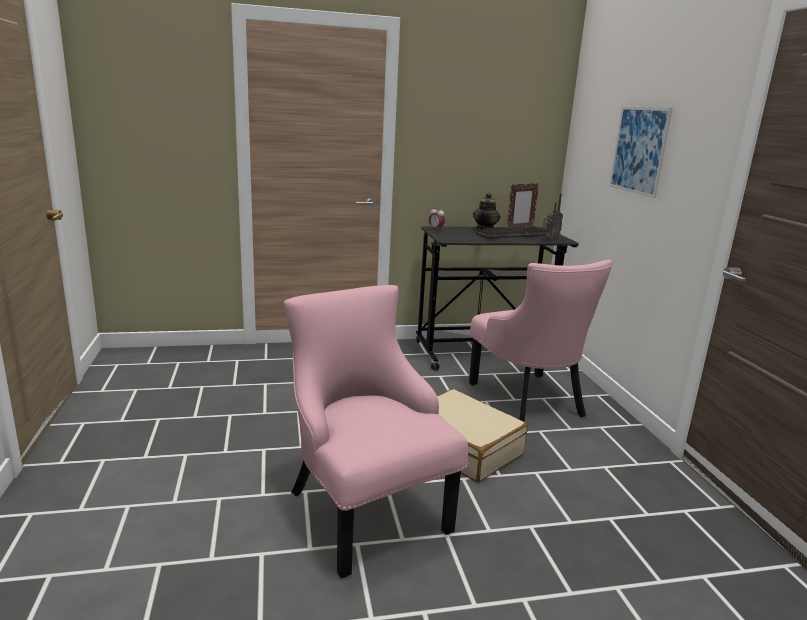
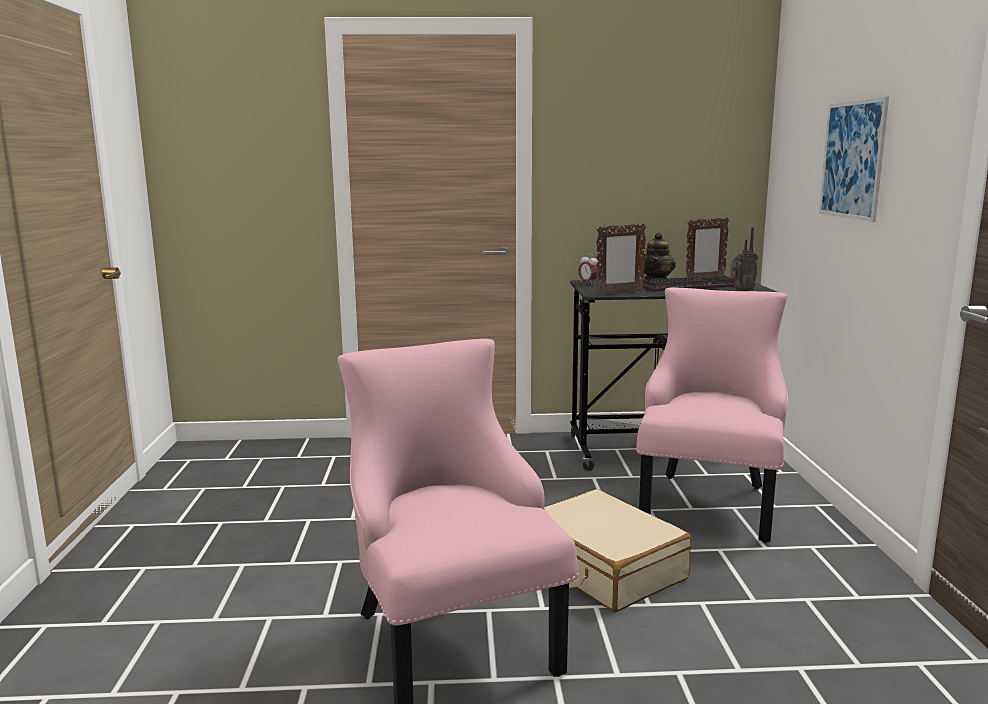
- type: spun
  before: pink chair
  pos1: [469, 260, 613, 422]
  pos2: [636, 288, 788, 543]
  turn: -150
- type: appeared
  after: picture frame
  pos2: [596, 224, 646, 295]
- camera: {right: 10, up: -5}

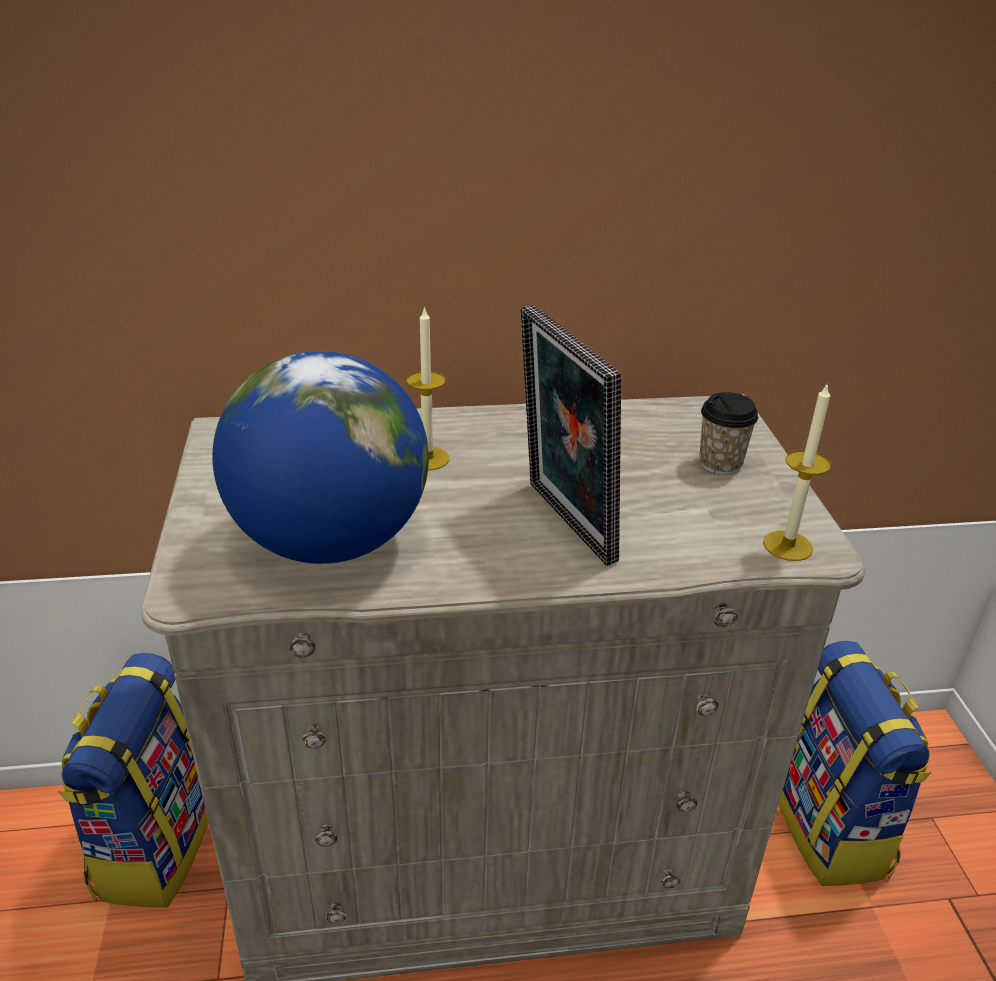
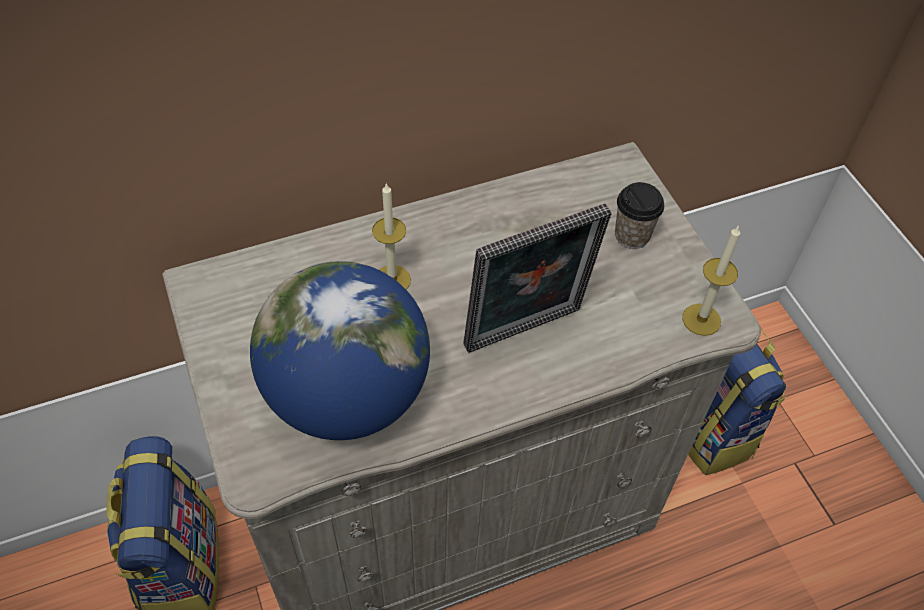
- type: spun
  before: picture frame
  pos1: [521, 305, 621, 566]
  pos2: [464, 203, 612, 353]
  turn: -75
- camera: {right: -15, up: 20}

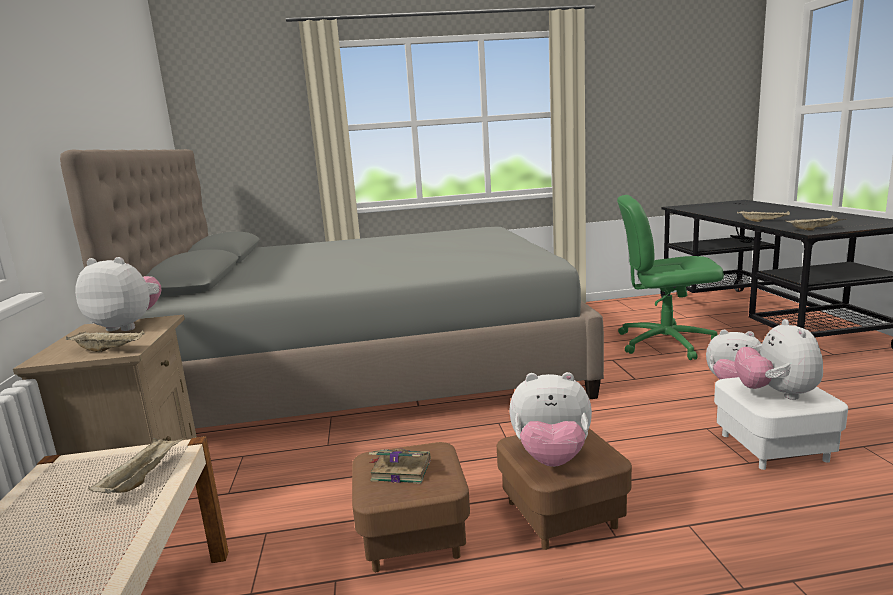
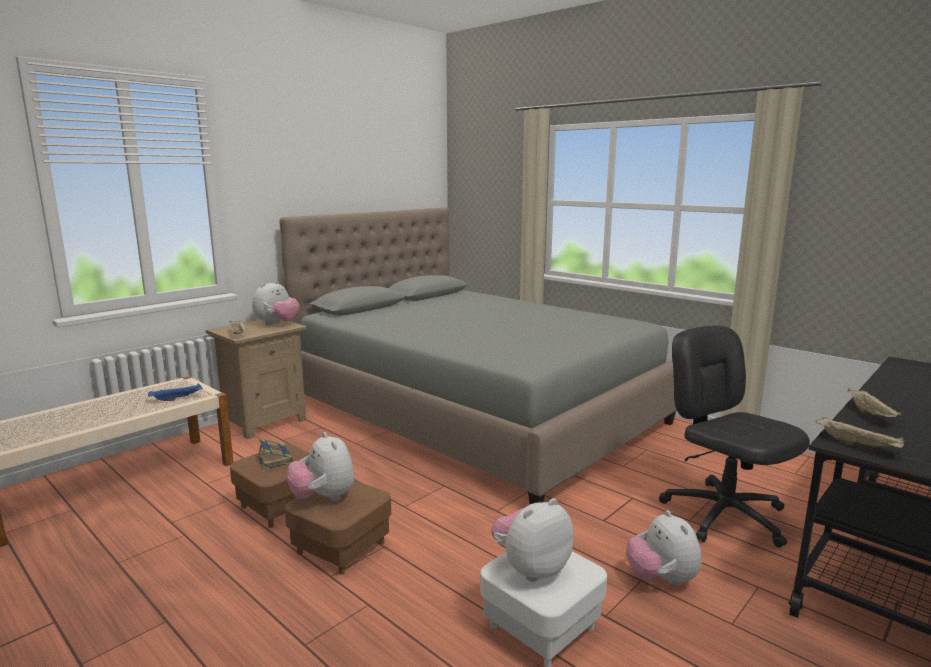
- type: spun
  before: plush toy
  pos1: [75, 257, 161, 331]
  pos2: [252, 280, 300, 325]
  turn: 60
- type: colour
  before: beige tray
  after: blue tray
  pos1: [88, 438, 183, 493]
  pos2: [148, 383, 203, 401]
- type: colour
  before: green office chair
  after: black office chair
  pos1: [617, 195, 724, 360]
  pos2: [659, 326, 810, 548]
- camera: {right: 50, up: 0}

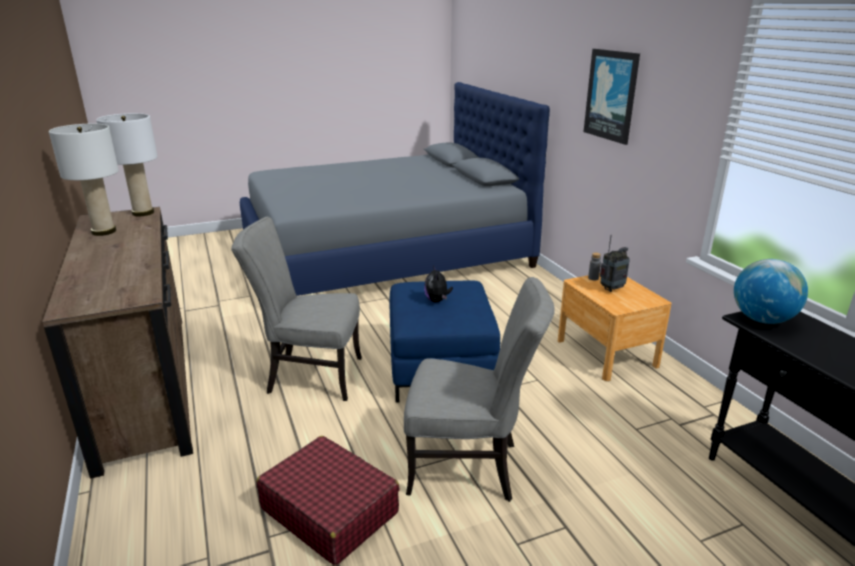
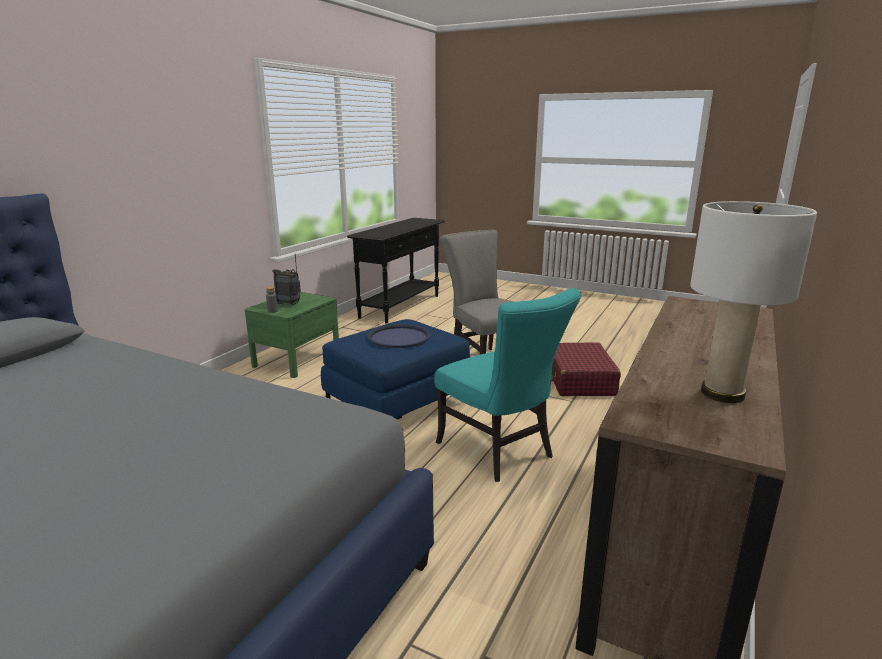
- type: missing
  before: white table lamp
  pos1: [96, 113, 158, 216]
- type: colour
  before: grey chair
  after: turquoise chair
  pos1: [231, 217, 362, 401]
  pos2: [434, 288, 582, 482]
- type: exchanged
  before: plush toy
  after: blue tray
  pos1: [424, 265, 453, 303]
  pos2: [368, 324, 431, 348]
- type: colour
  before: brown nightstand
  after: green nightstand
  pos1: [558, 273, 672, 381]
  pos2: [245, 292, 339, 378]
- type: missing
  before: picture
  pos1: [584, 49, 640, 145]
- type: missing
  before: globe
  pos1: [734, 259, 808, 324]
- camera: {right: -130, up: -5}

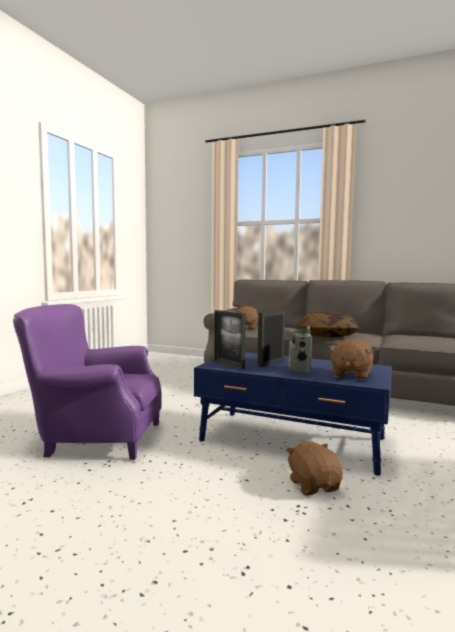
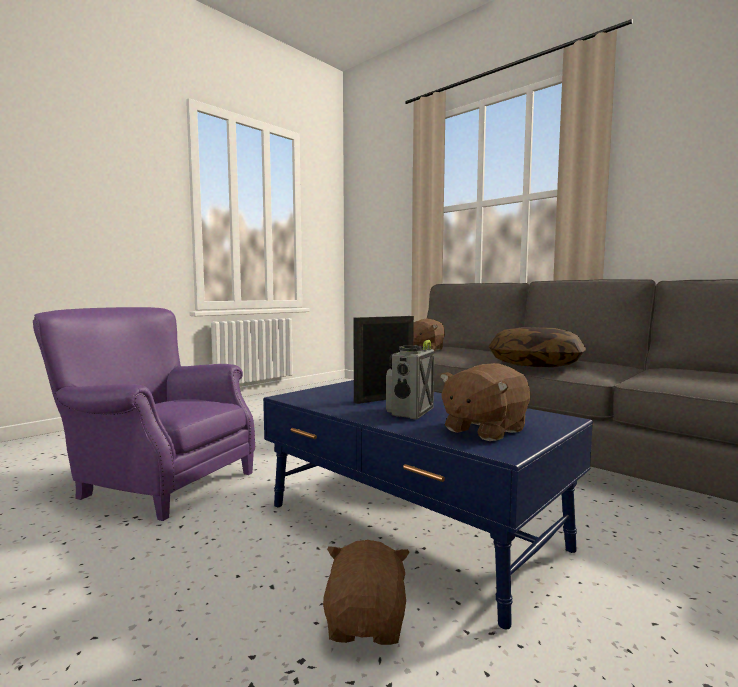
- type: missing
  before: picture frame
  pos1: [214, 310, 246, 369]
- camera: {right: 20, up: 0}

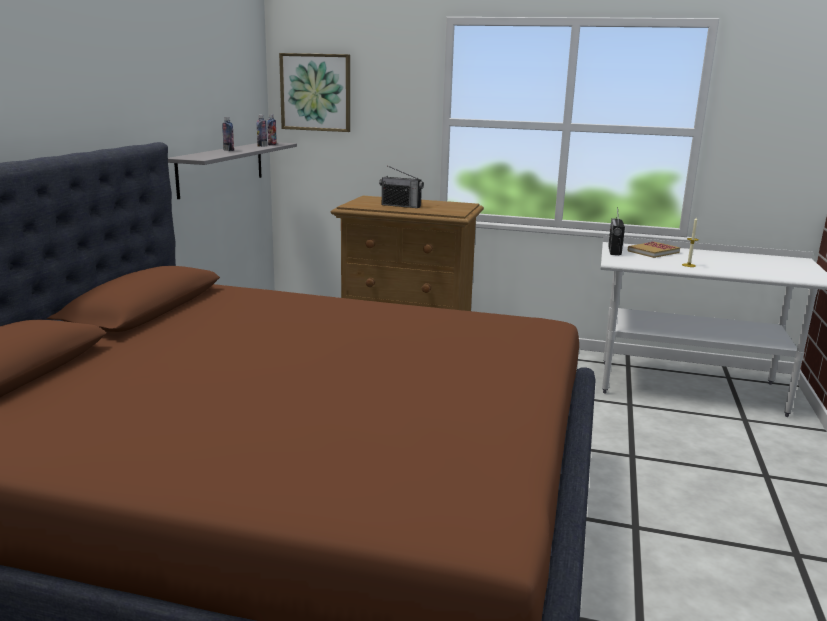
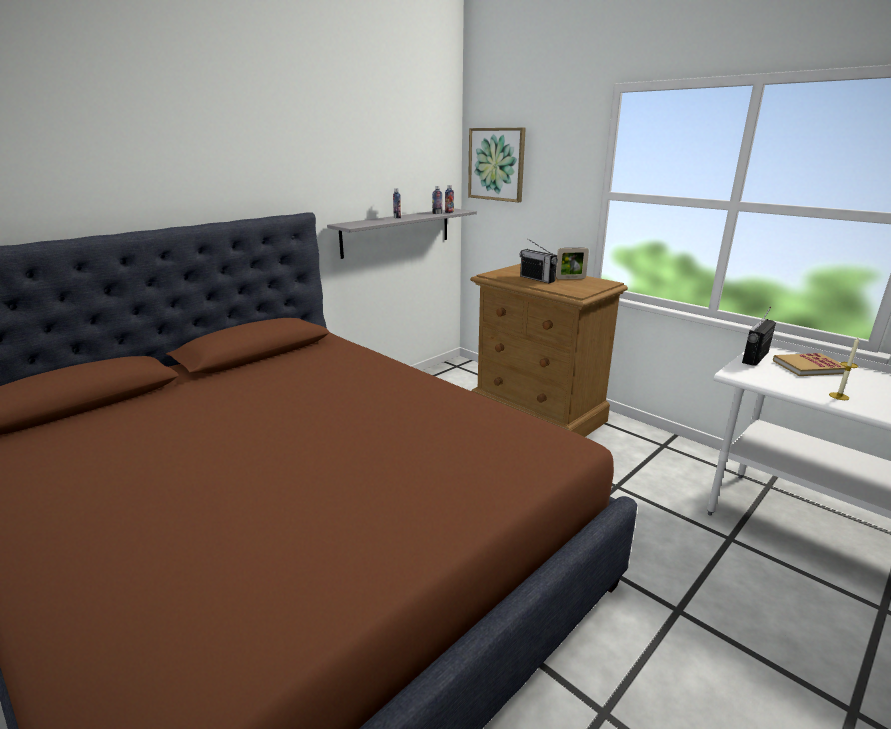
- type: appeared
  after: picture frame
  pos2: [556, 247, 589, 279]
- camera: {right: 30, up: 5}

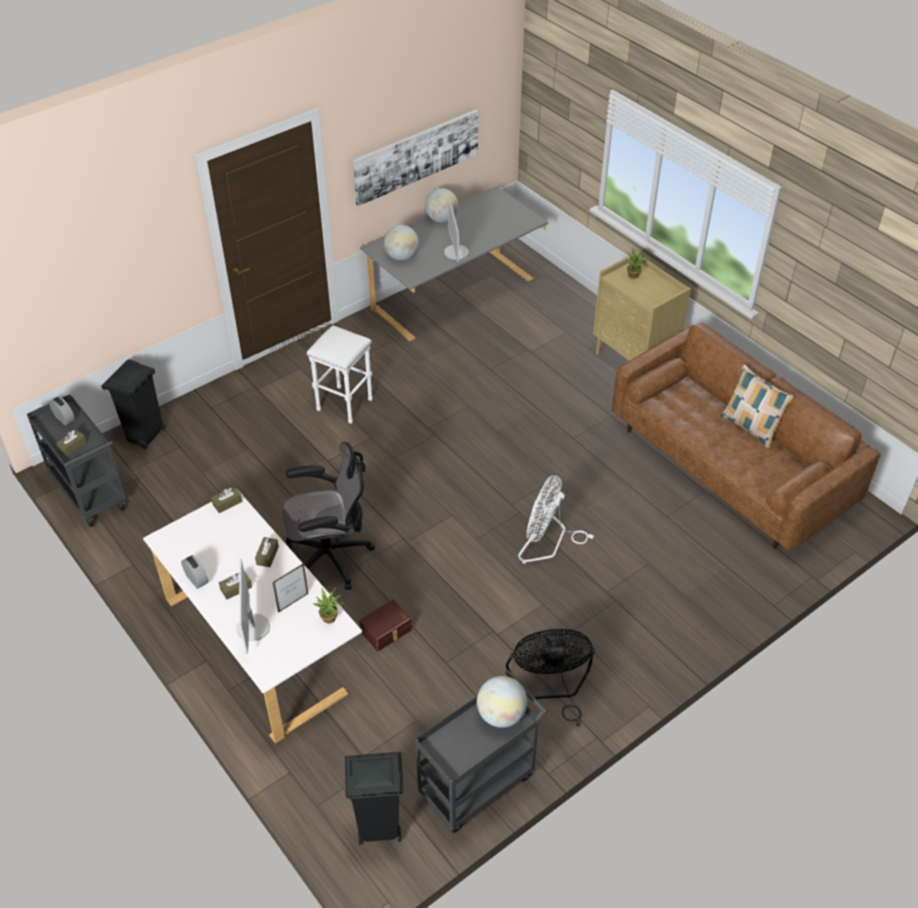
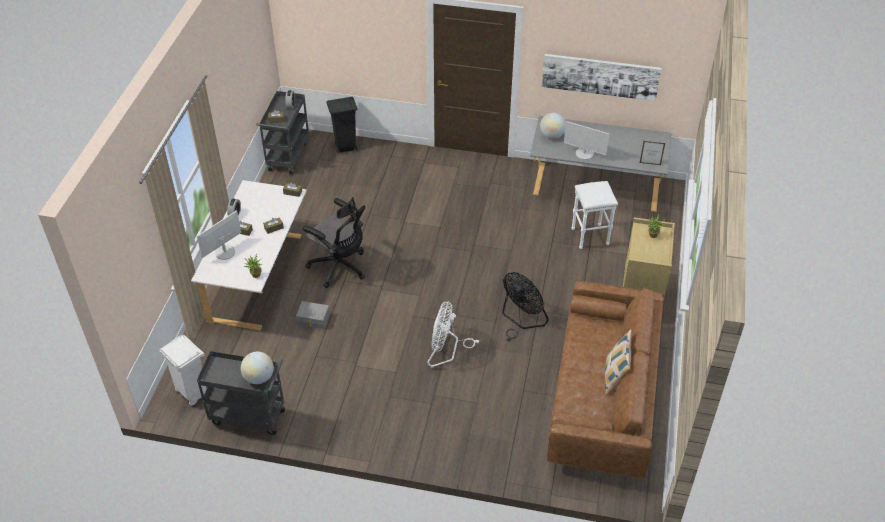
- type: relocated
  before: picture frame
  pos1: [273, 563, 309, 613]
  pos2: [640, 141, 665, 165]
- type: relocated
  before: white stool
  pos1: [307, 326, 373, 424]
  pos2: [571, 181, 618, 249]
- type: colour
  before: black trash can
  after: white trash can
  pos1: [345, 752, 404, 845]
  pos2: [159, 335, 207, 405]
- type: colour
  before: brown storage box
  after: grey storage box
  pos1: [359, 599, 412, 651]
  pos2: [296, 301, 330, 329]
- type: missing
  before: globe
  pos1: [425, 188, 458, 223]
- type: spun
  before: monitor
  pos1: [444, 198, 469, 262]
  pos2: [564, 121, 609, 160]
  turn: -105
- type: relocated
  before: black fan
  pos1: [506, 629, 596, 726]
  pos2: [502, 272, 549, 341]
- type: spun
  before: white fan
  pos1: [518, 475, 595, 564]
  pos2: [428, 301, 480, 368]
  turn: -60
- camera: {right: 50, up: 0}

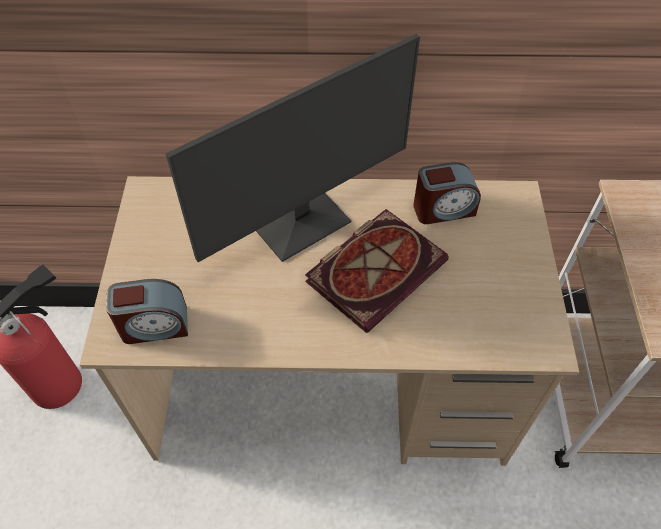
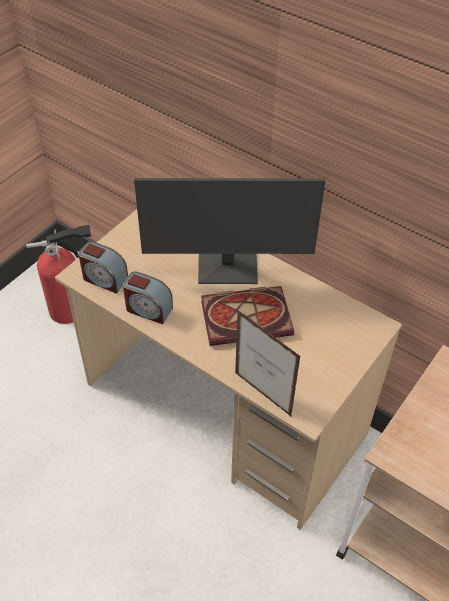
- type: relocated
  before: alarm clock
  pos1: [413, 162, 481, 224]
  pos2: [123, 271, 173, 324]
- type: appeared
  after: picture frame
  pos2: [235, 311, 301, 416]
- camera: {right: 35, up: -5}

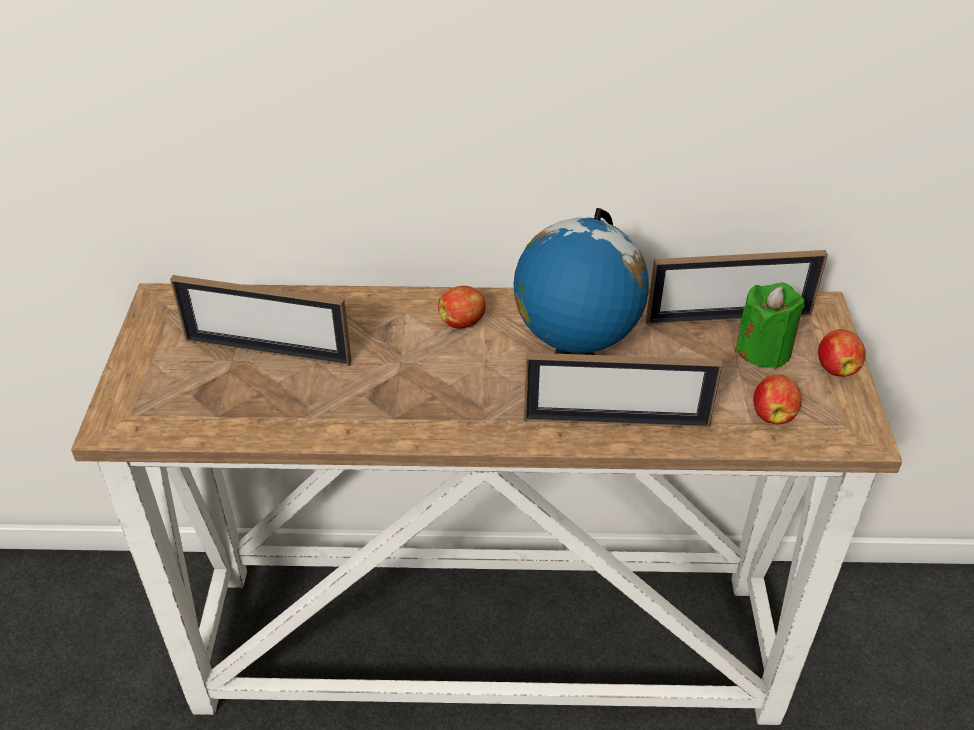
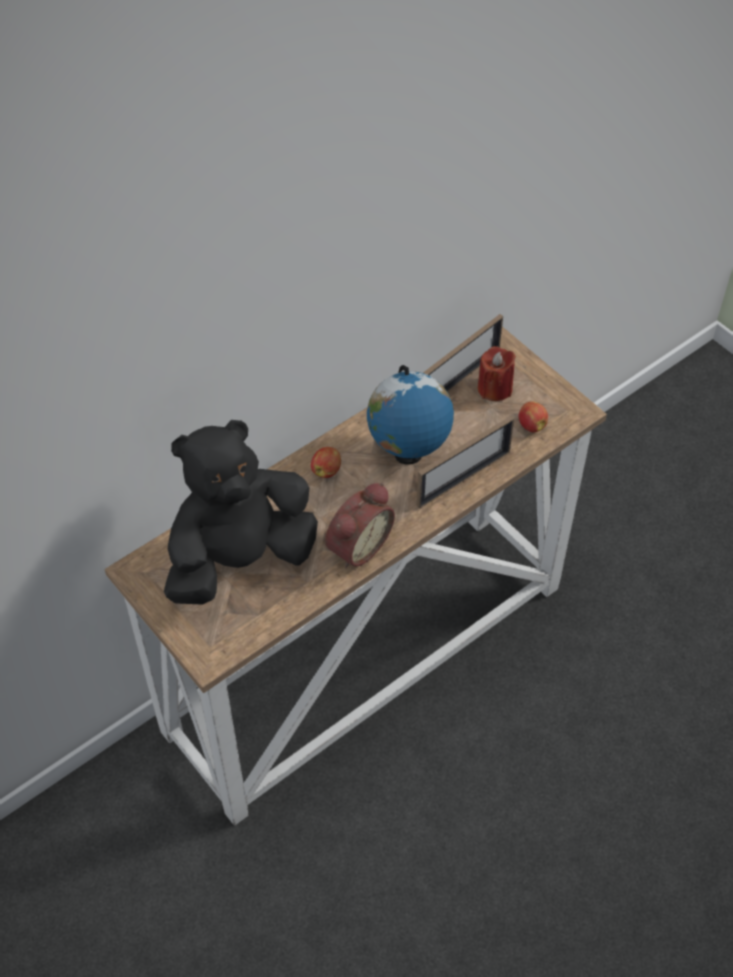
- type: exchanged
  before: picture frame
  after: black plush toy
  pos1: [170, 275, 352, 366]
  pos2: [164, 420, 318, 605]
- type: colour
  before: green candle
  after: red candle
  pos1: [735, 282, 805, 369]
  pos2: [478, 346, 516, 401]
- type: missing
  before: apple
  pos1: [818, 329, 866, 377]
- type: appeared
  after: alarm clock
  pos2: [325, 483, 395, 569]
- camera: {right: -40, up: 10}

